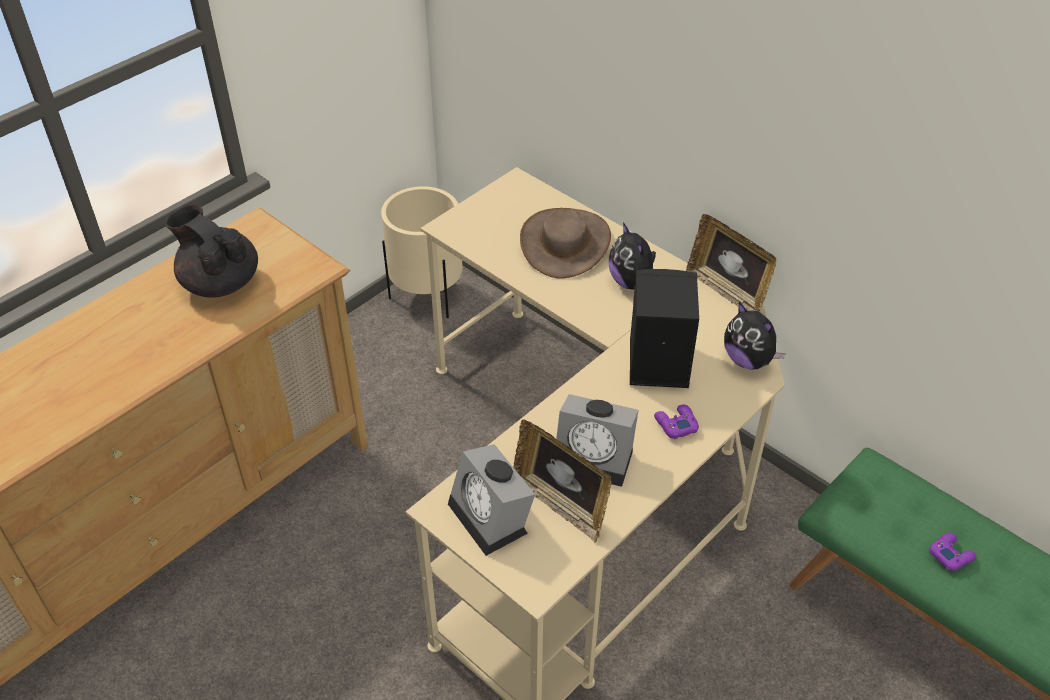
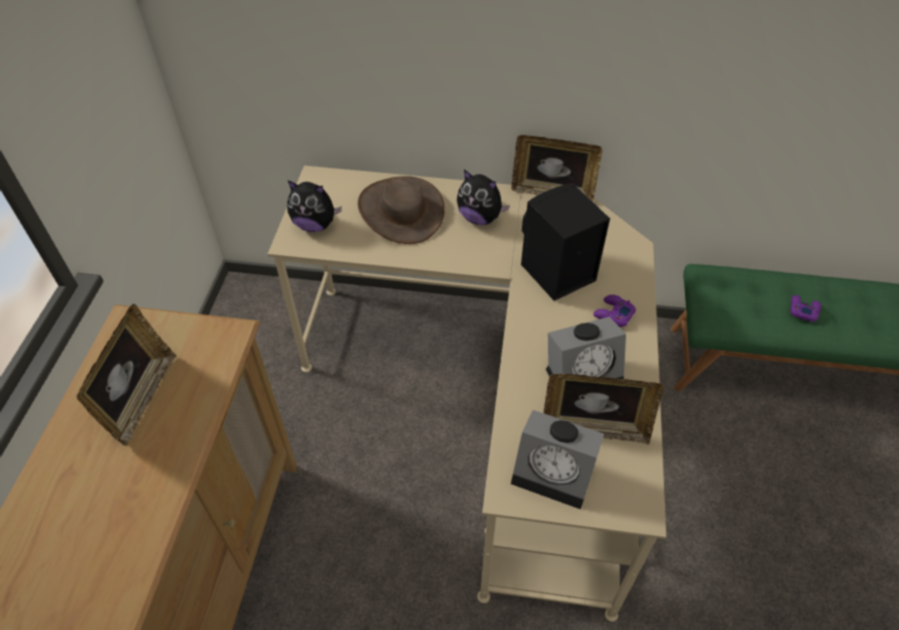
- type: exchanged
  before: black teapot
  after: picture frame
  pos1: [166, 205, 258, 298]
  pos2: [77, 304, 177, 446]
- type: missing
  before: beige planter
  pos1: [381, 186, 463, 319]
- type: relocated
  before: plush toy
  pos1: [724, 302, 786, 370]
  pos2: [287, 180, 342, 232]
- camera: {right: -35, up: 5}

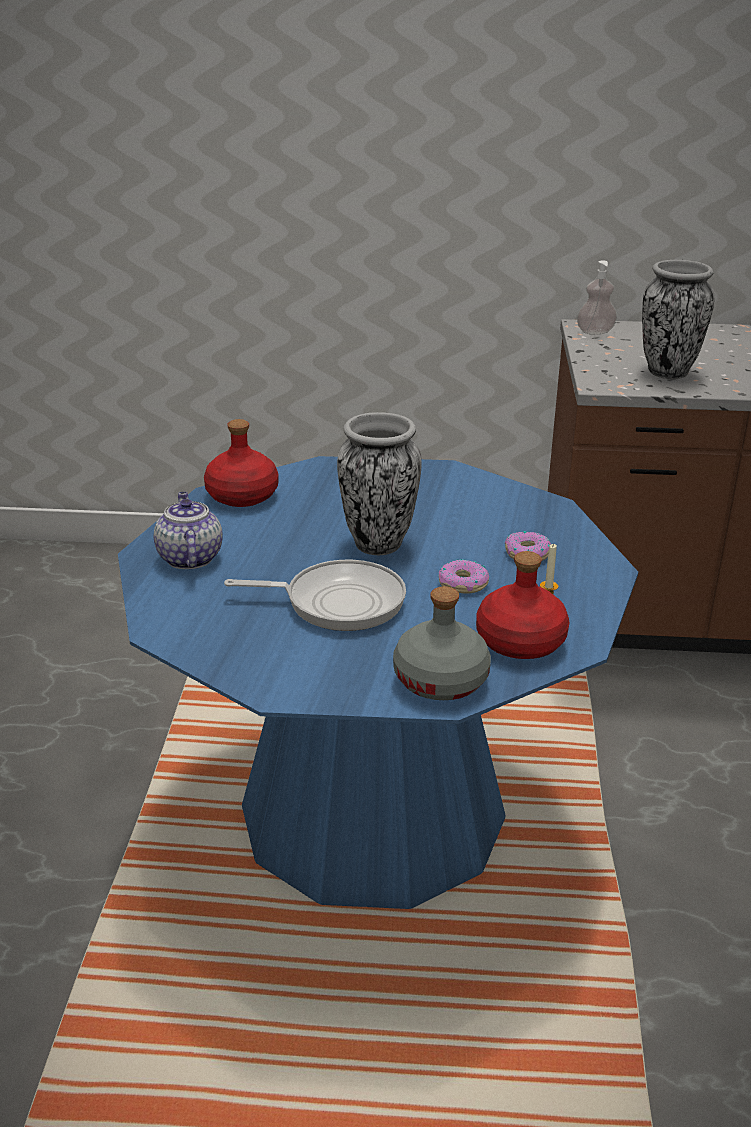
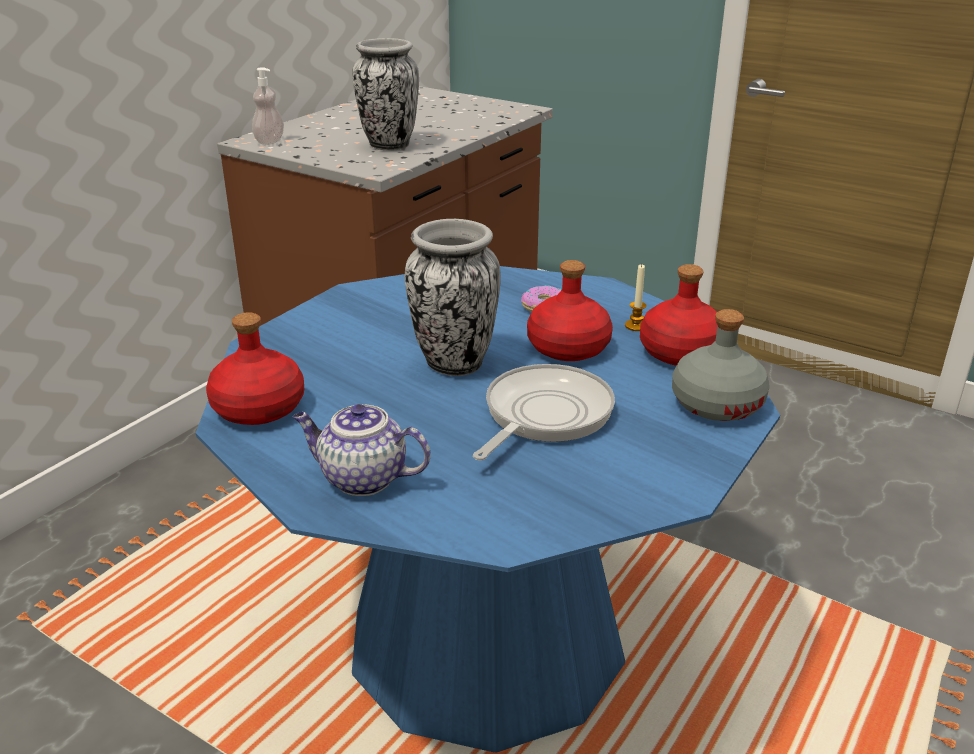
- type: exchanged
  before: donut
  after: red bottle
  pos1: [439, 559, 489, 593]
  pos2: [527, 260, 613, 361]
- camera: {right: -60, up: 0}

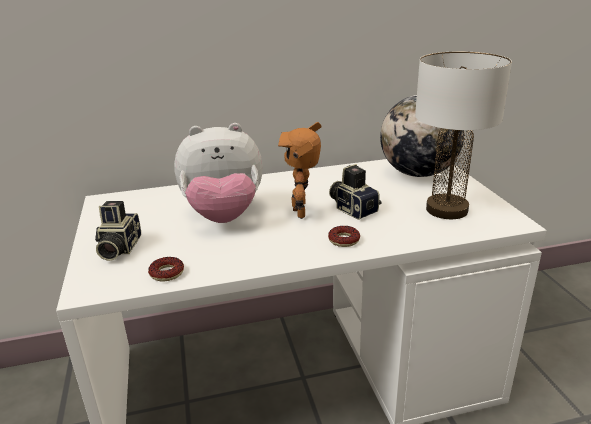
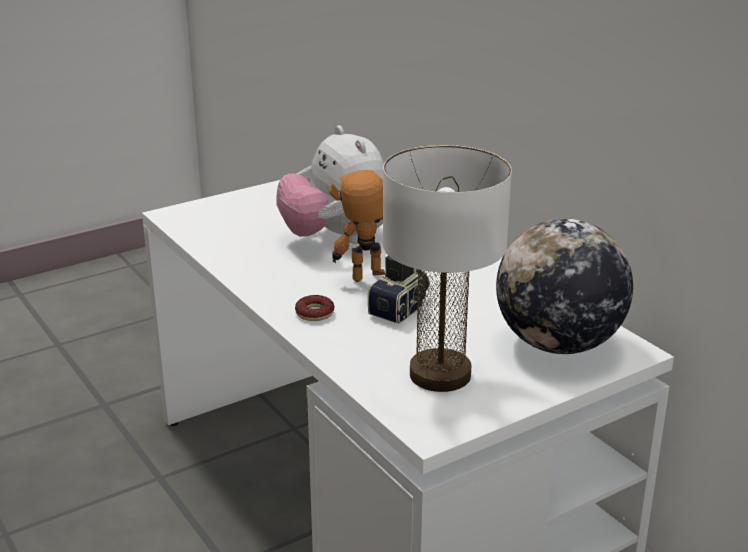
- type: missing
  before: photo camera
  pos1: [95, 201, 141, 261]
- type: missing
  before: donut
  pos1: [148, 257, 184, 281]
- camera: {right: 70, up: 0}

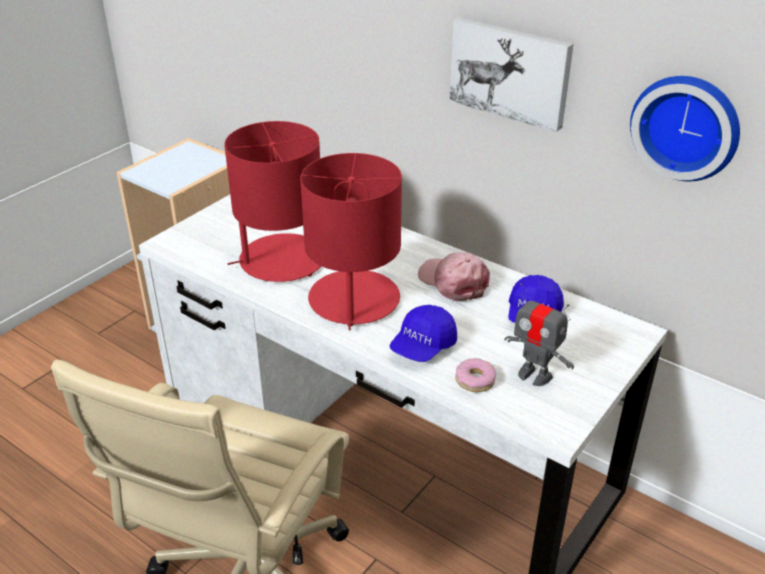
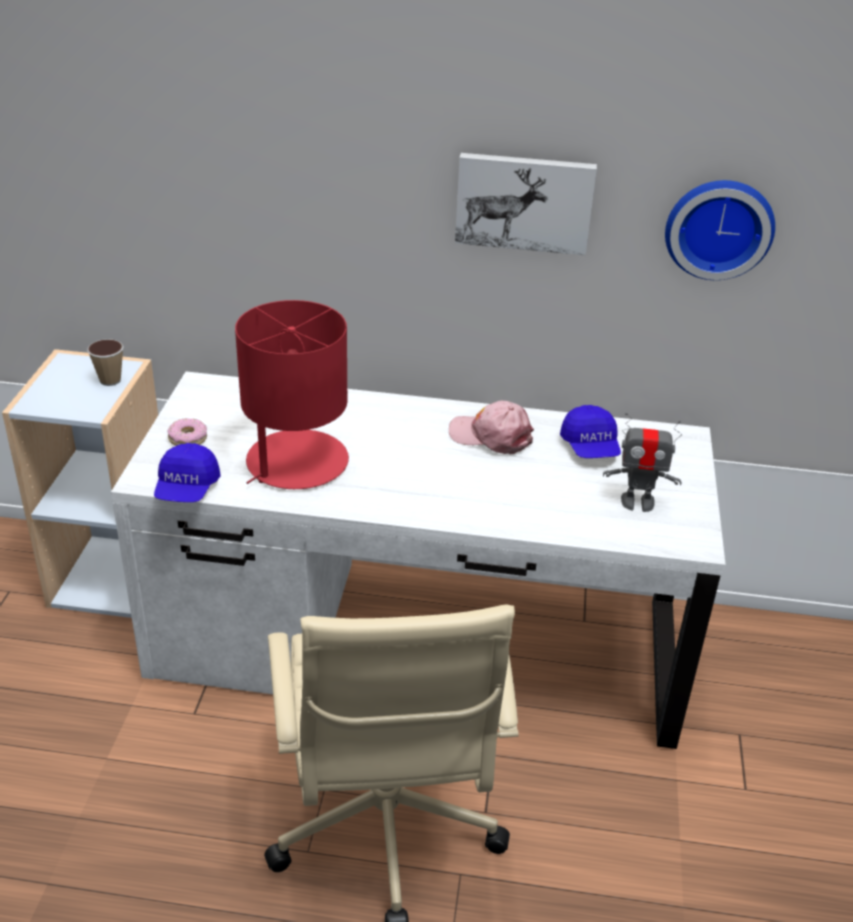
- type: missing
  before: red table lamp
  pos1: [300, 153, 402, 330]
- type: relocated
  before: blue cap
  pos1: [390, 305, 457, 362]
  pos2: [154, 443, 221, 502]
- type: relocated
  before: donut
  pos1: [455, 358, 496, 392]
  pos2: [167, 418, 207, 446]
- type: appeared
  after: cup
  pos2: [87, 339, 124, 386]
- camera: {right: -30, up: 0}

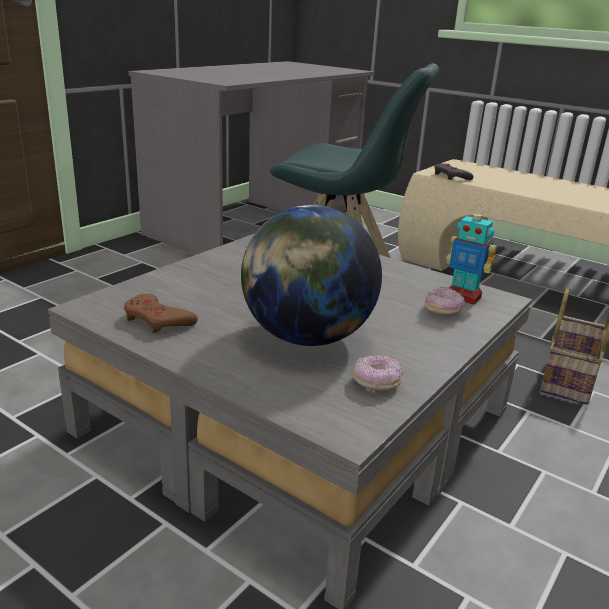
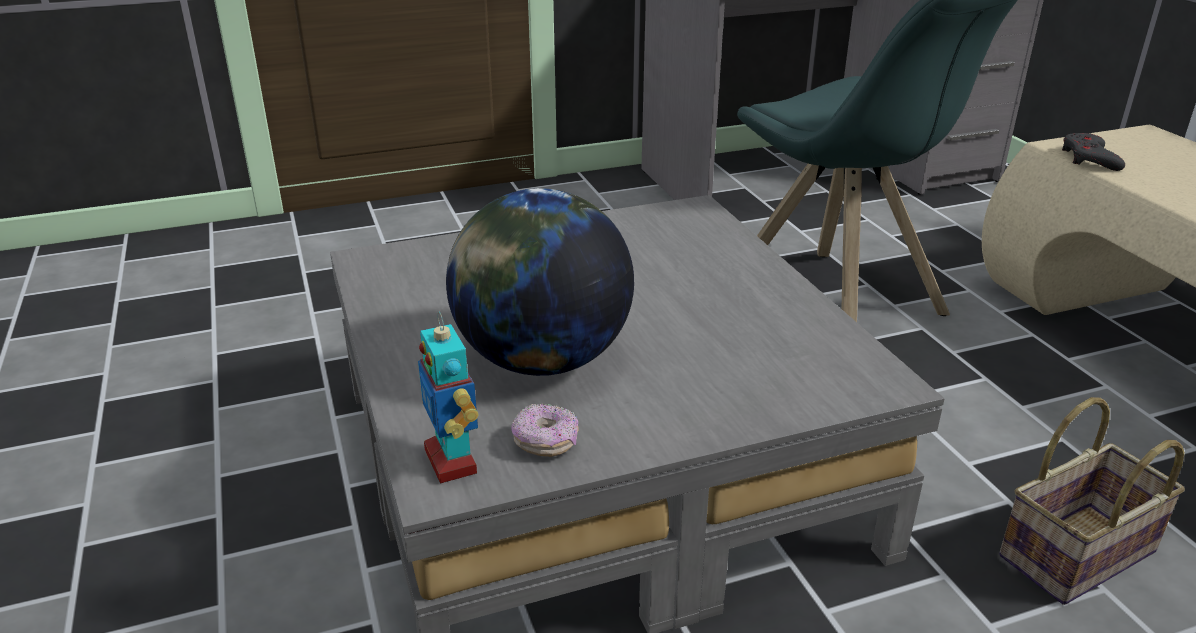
- type: missing
  before: brown game controller
  pos1: [124, 294, 198, 333]
- type: missing
  before: donut
  pos1: [424, 287, 465, 315]
- type: relocated
  before: toy robot
  pos1: [446, 204, 497, 305]
  pos2: [418, 312, 478, 483]
- camera: {right: 35, up: 5}

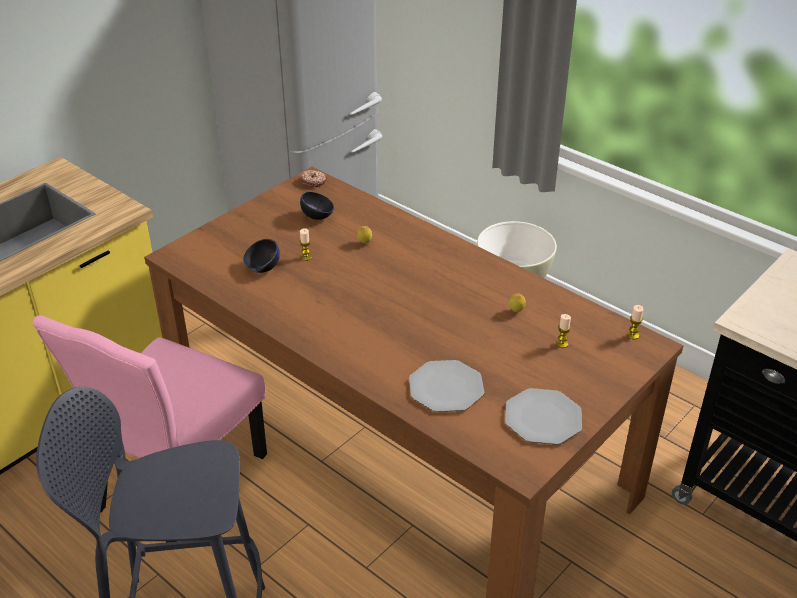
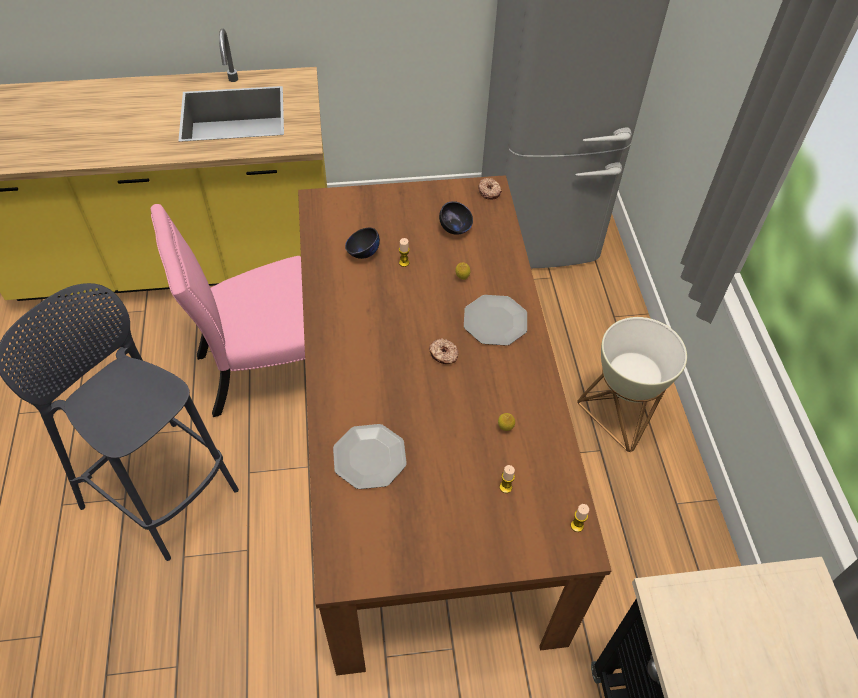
- type: relocated
  before: plate
  pos1: [505, 388, 582, 445]
  pos2: [464, 295, 527, 346]
- type: appeared
  after: donut
  pos2: [429, 339, 459, 364]
- camera: {right: 40, up: 15}

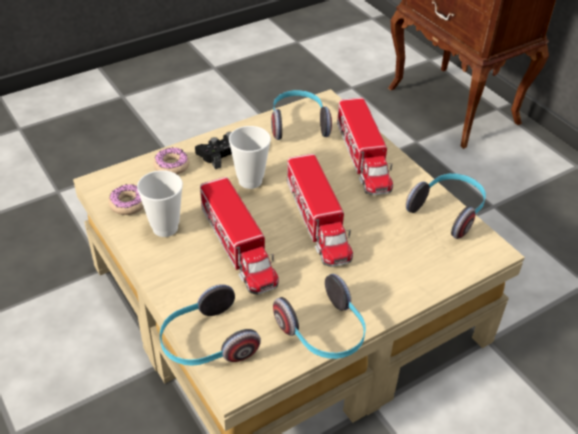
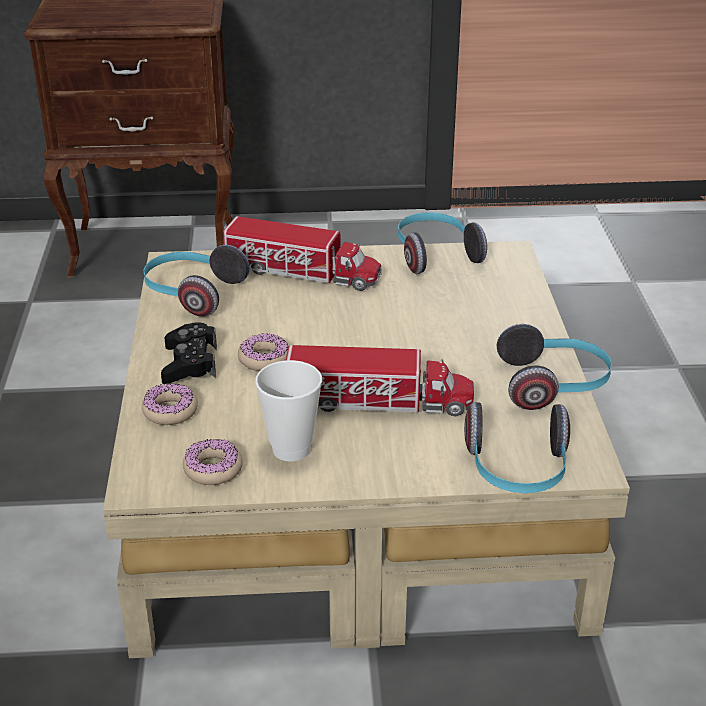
- type: exchanged
  before: cup
  after: donut
  pos1: [229, 126, 271, 189]
  pos2: [238, 333, 288, 371]
- type: missing
  before: toy truck
  pos1: [287, 154, 353, 267]
- camera: {right: -60, up: -10}

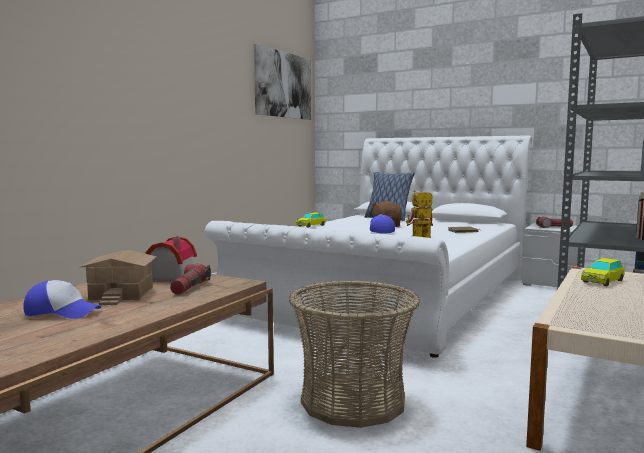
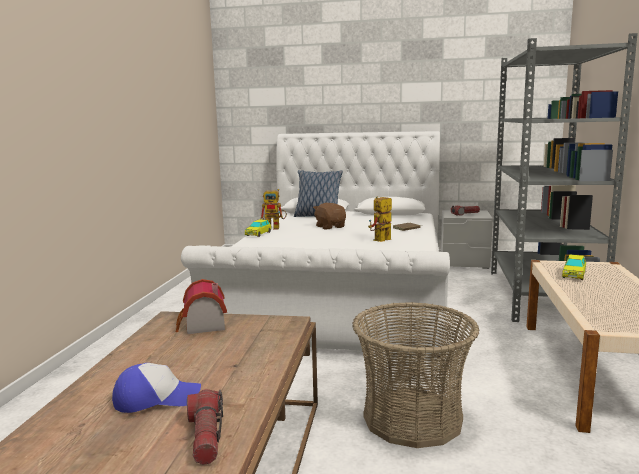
- type: missing
  before: toy house
  pos1: [79, 250, 157, 305]
- type: relocated
  before: flashlight
  pos1: [170, 264, 211, 295]
  pos2: [187, 389, 223, 465]
- type: missing
  before: picture
  pos1: [254, 44, 311, 120]
- type: missing
  before: cap
  pos1: [370, 214, 395, 234]
- type: appeared
  after: toy robot
  pos2: [260, 189, 287, 230]
- camera: {right: -20, up: 5}

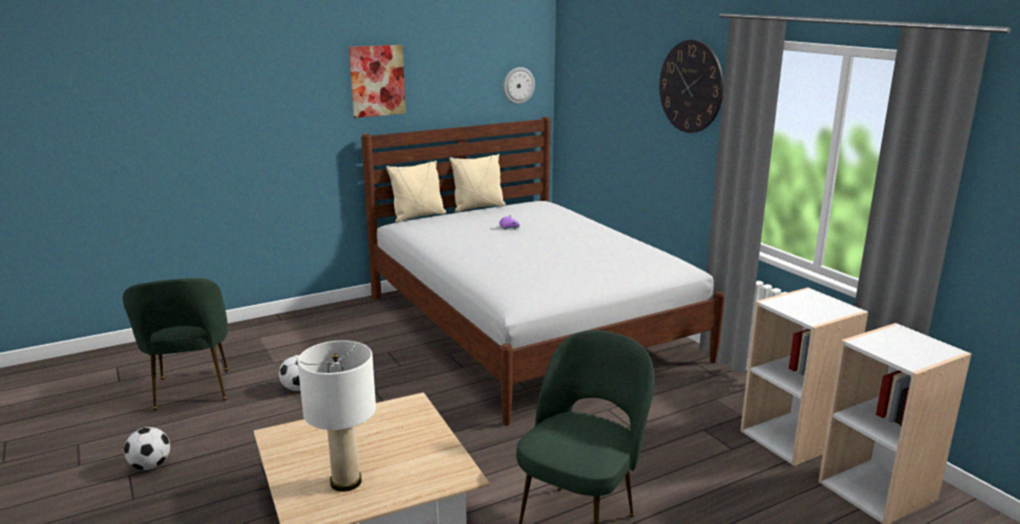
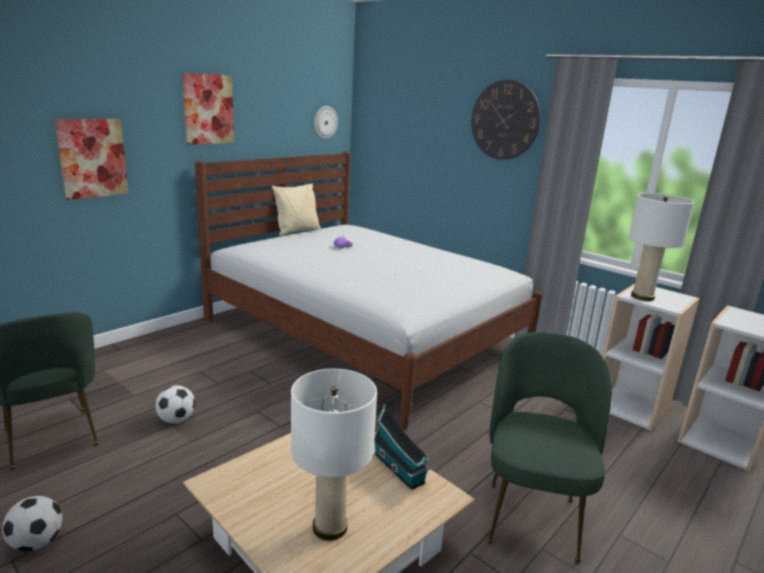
- type: missing
  before: beige pillow
  pos1: [386, 161, 446, 223]
- type: appeared
  after: picture
  pos2: [55, 119, 128, 200]
- type: appeared
  after: toy house
  pos2: [374, 404, 430, 490]
- type: appeared
  after: white table lamp
  pos2: [629, 193, 695, 301]
- camera: {right: -20, up: 0}

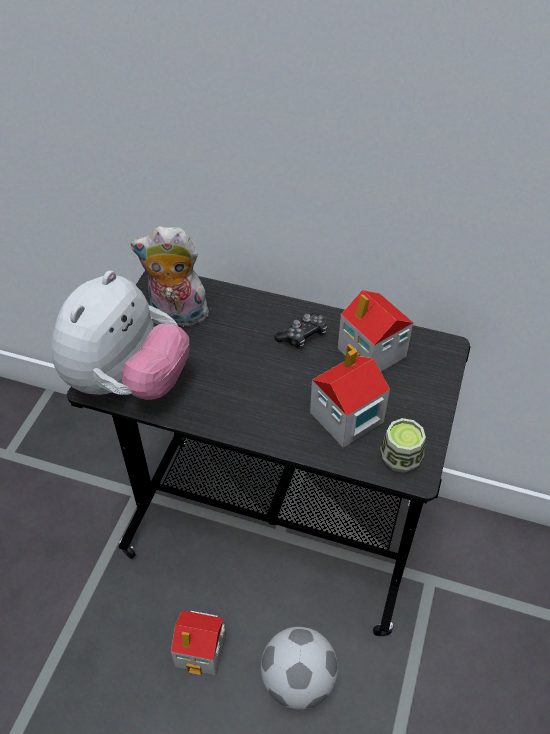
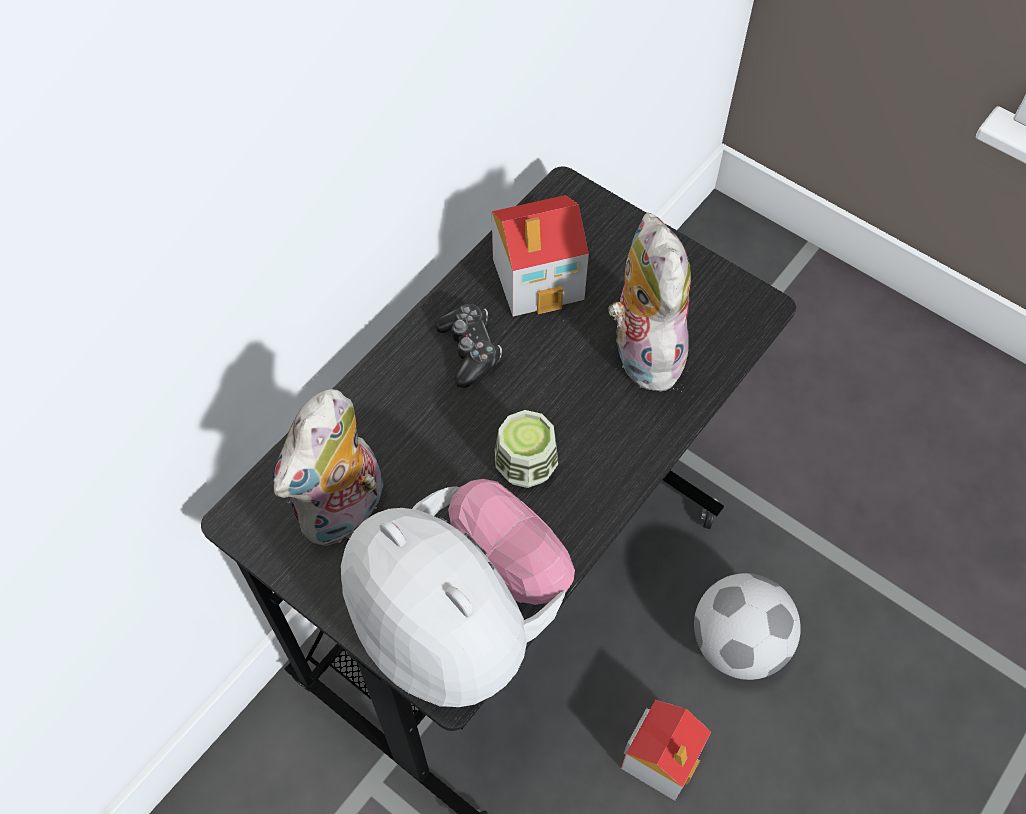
- type: exchanged
  before: toy house
  after: plush toy
  pos1: [310, 348, 390, 448]
  pos2: [609, 212, 691, 392]
- type: relocated
  before: cup
  pos1: [380, 418, 426, 473]
  pos2: [495, 410, 558, 488]
- camera: {right: -70, up: 10}

